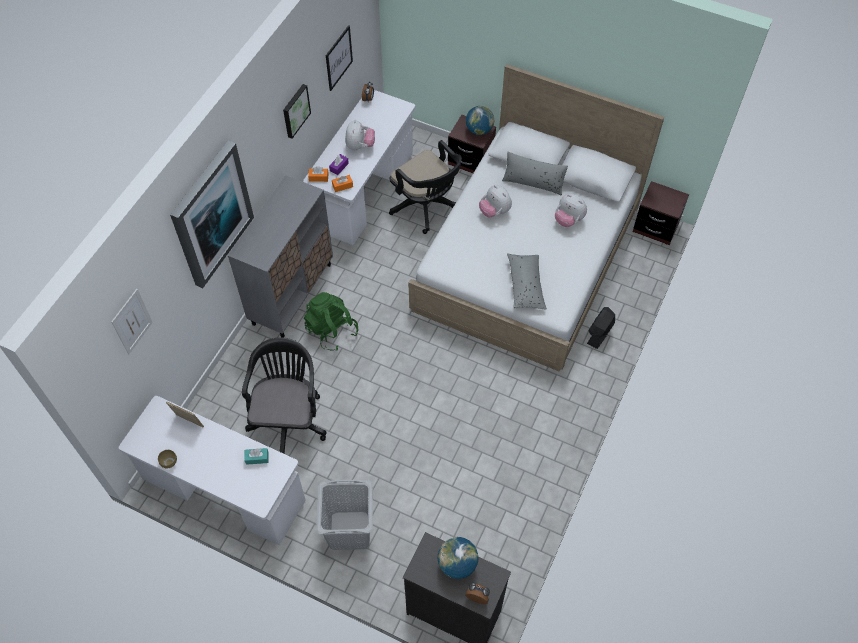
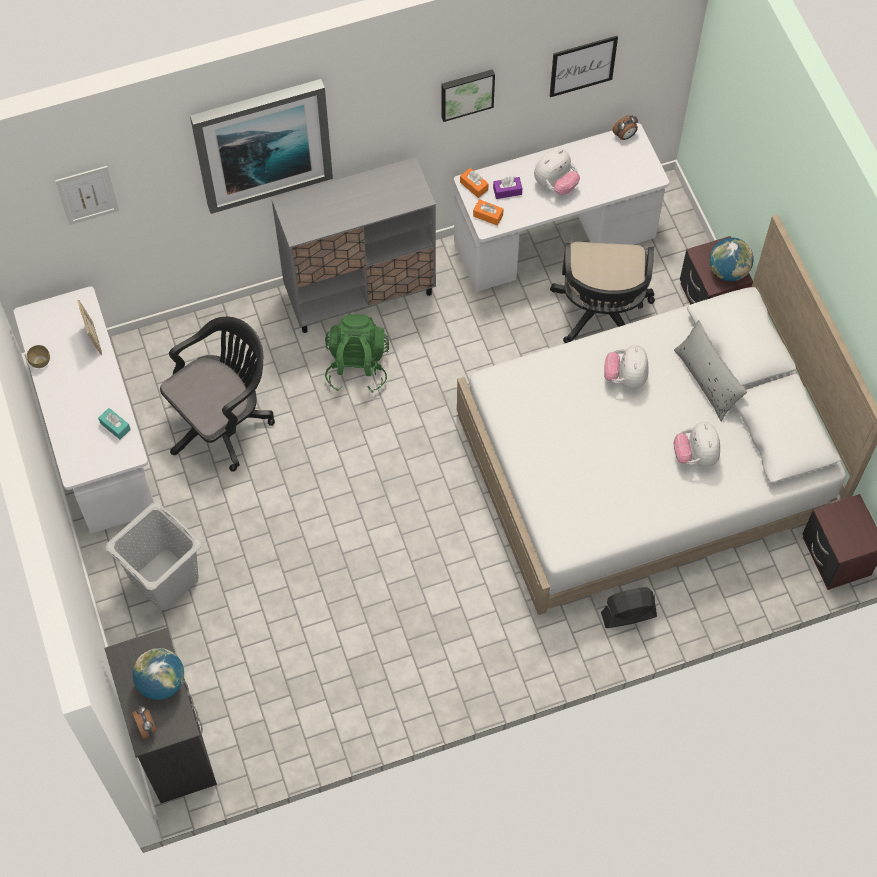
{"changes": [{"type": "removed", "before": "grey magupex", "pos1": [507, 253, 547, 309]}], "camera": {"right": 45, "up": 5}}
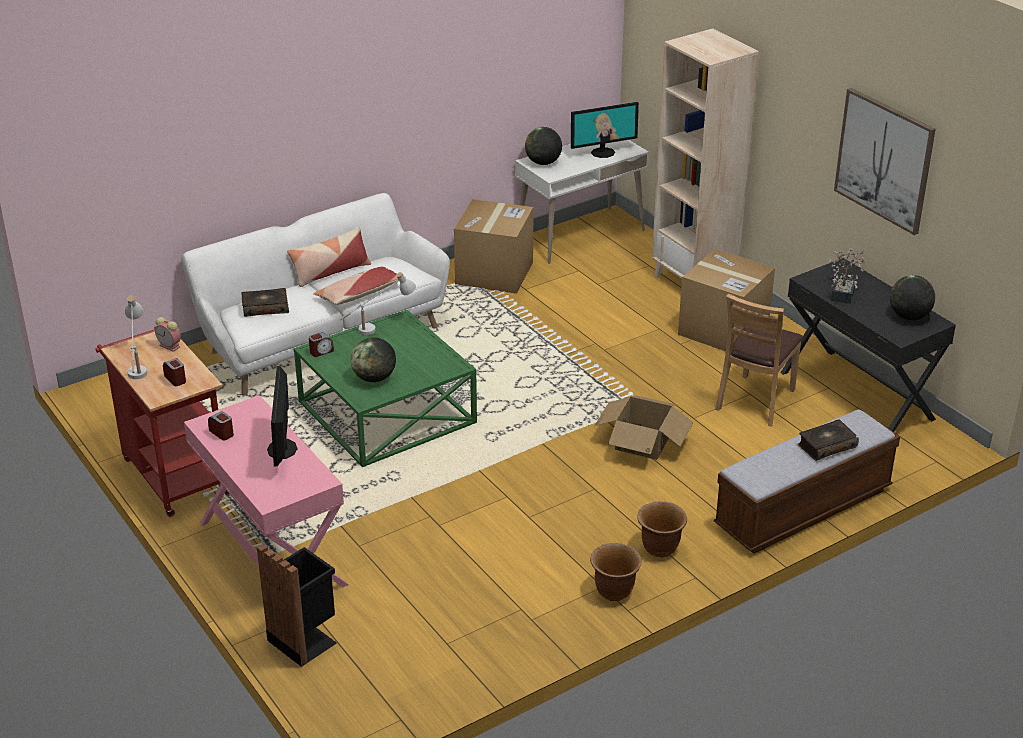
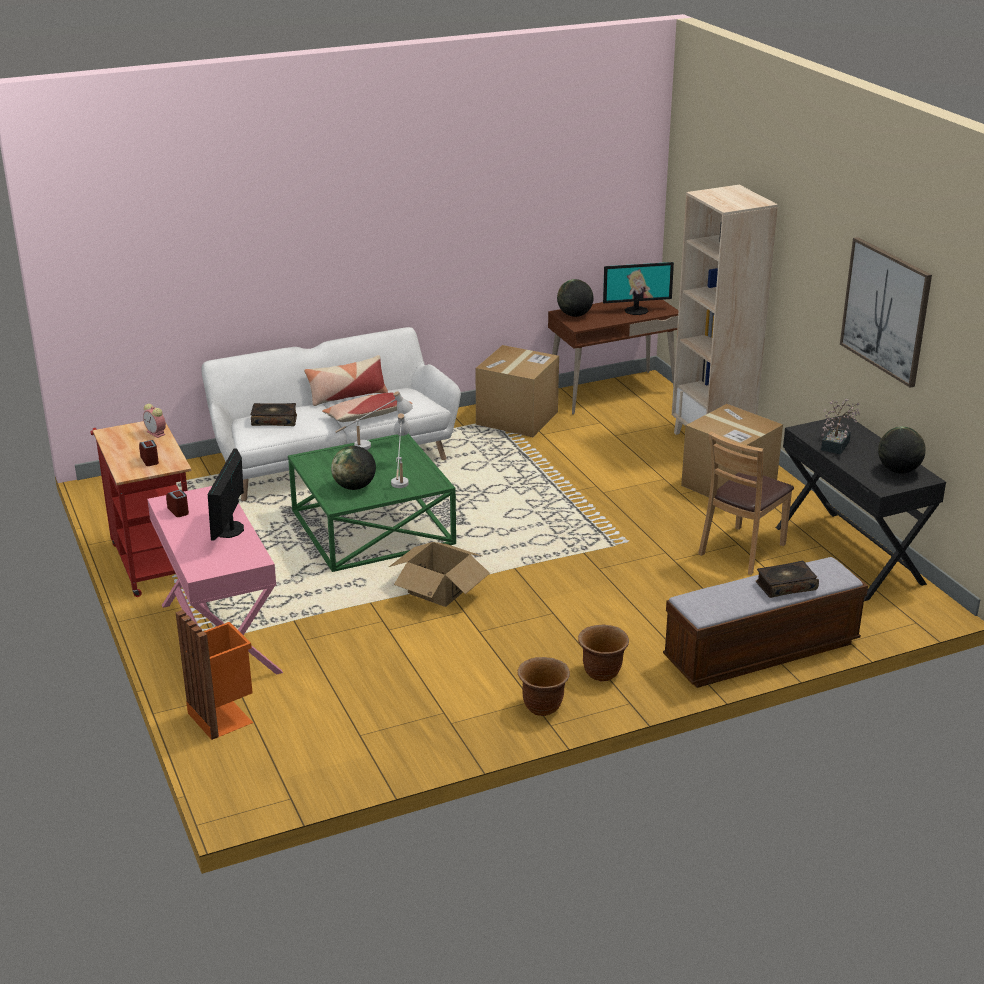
{"changes": [{"type": "recoloured", "before": "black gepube", "after": "orange gepube", "pos1": [257, 544, 337, 667], "pos2": [175, 610, 253, 740]}, {"type": "moved", "before": "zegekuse", "pos1": [594, 396, 693, 460], "pos2": [389, 542, 490, 607]}, {"type": "moved", "before": "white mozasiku", "pos1": [125, 296, 147, 379], "pos2": [391, 413, 410, 488]}, {"type": "recoloured", "before": "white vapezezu", "after": "brown vapezezu", "pos1": [515, 140, 649, 264], "pos2": [548, 300, 678, 415]}, {"type": "removed", "before": "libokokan", "pos1": [309, 333, 334, 357]}], "camera": {"right": 10, "up": -5}}
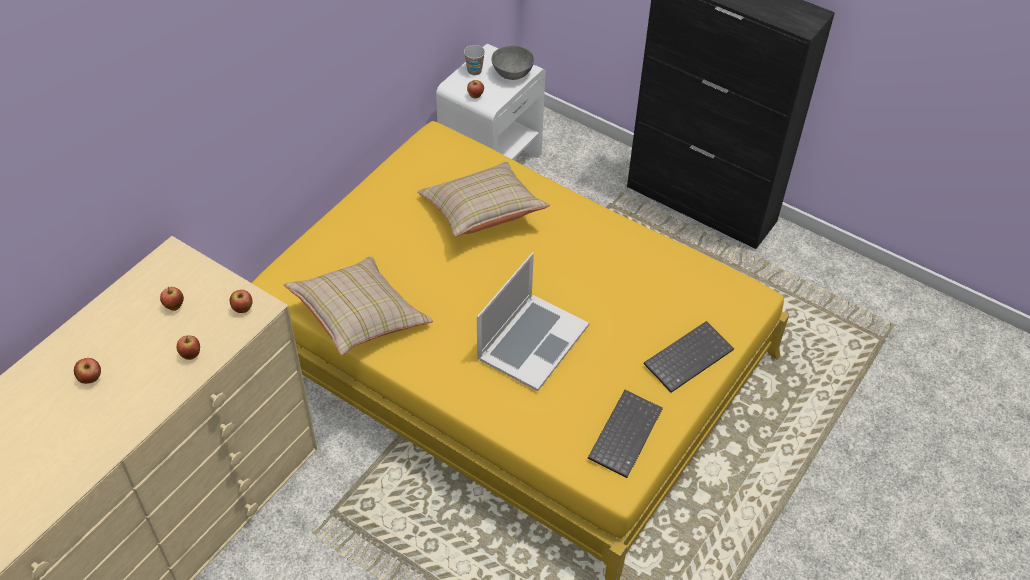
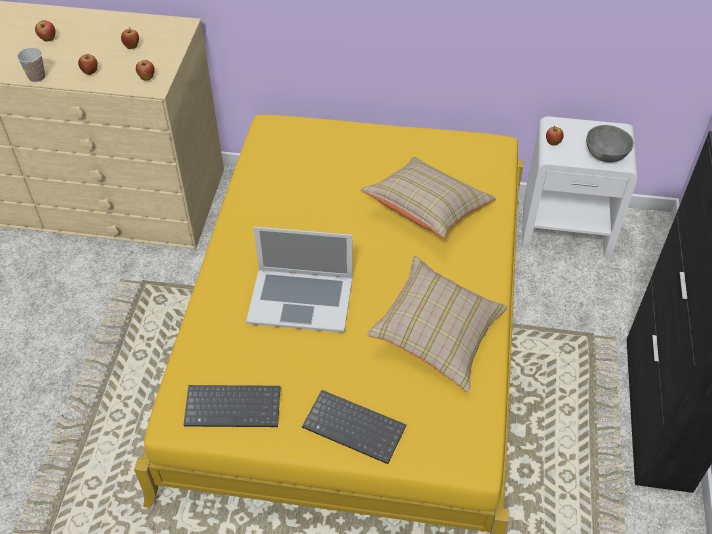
{"changes": [{"type": "moved", "before": "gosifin", "pos1": [464, 45, 485, 75], "pos2": [17, 48, 45, 82]}, {"type": "moved", "before": "beige magupex", "pos1": [284, 256, 433, 355], "pos2": [367, 256, 507, 393]}], "camera": {"right": 65, "up": 0}}
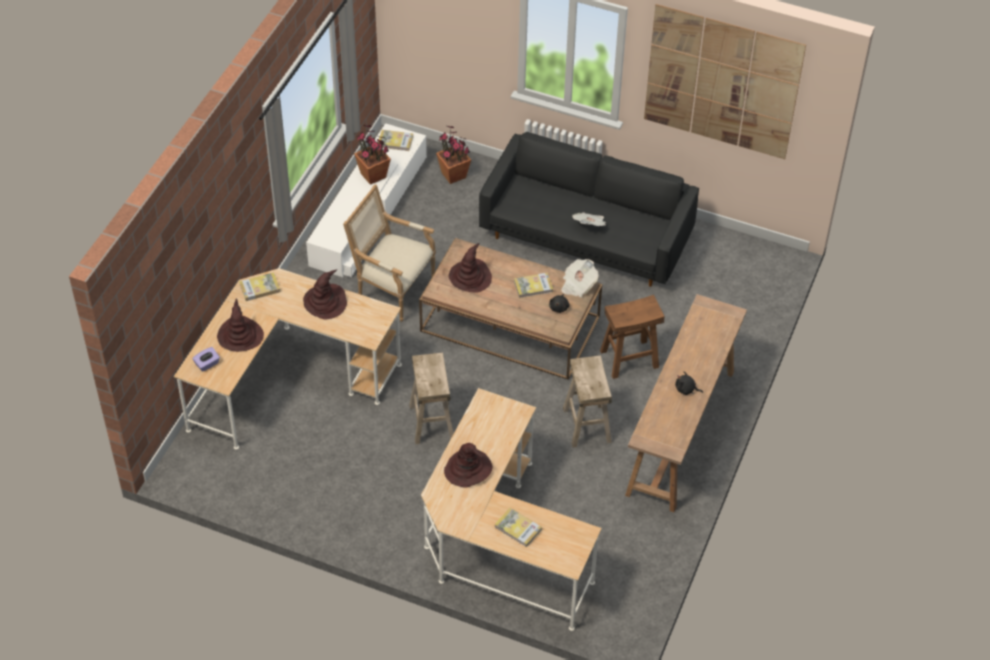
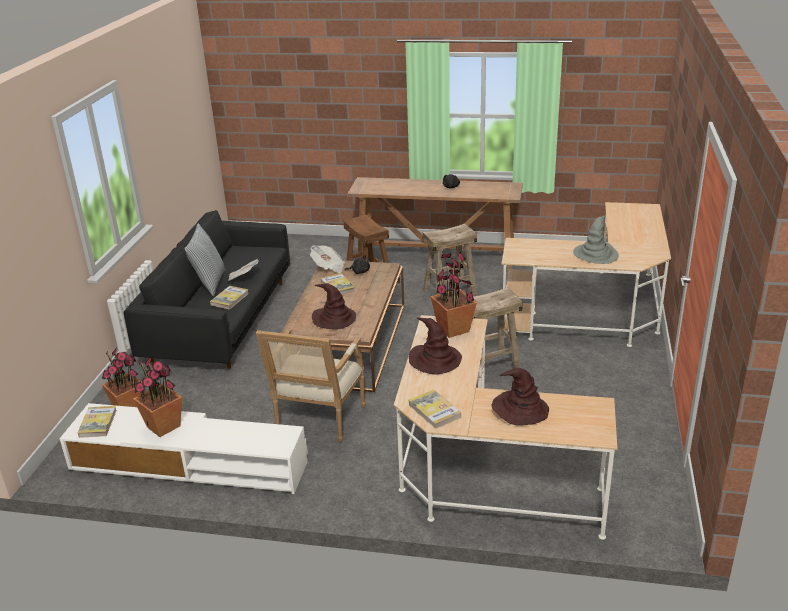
{"changes": [{"type": "added", "after": "magupex", "pos2": [184, 223, 226, 296]}, {"type": "moved", "before": "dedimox", "pos1": [494, 508, 542, 548], "pos2": [210, 286, 249, 310]}, {"type": "added", "after": "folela", "pos2": [430, 252, 477, 338]}, {"type": "recoloured", "before": "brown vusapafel", "after": "grey vusapafel", "pos1": [444, 443, 493, 487], "pos2": [573, 216, 619, 264]}, {"type": "removed", "before": "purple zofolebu", "pos1": [193, 347, 220, 372]}, {"type": "removed", "before": "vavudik", "pos1": [644, 4, 806, 159]}], "camera": {"right": -100, "up": -20}}
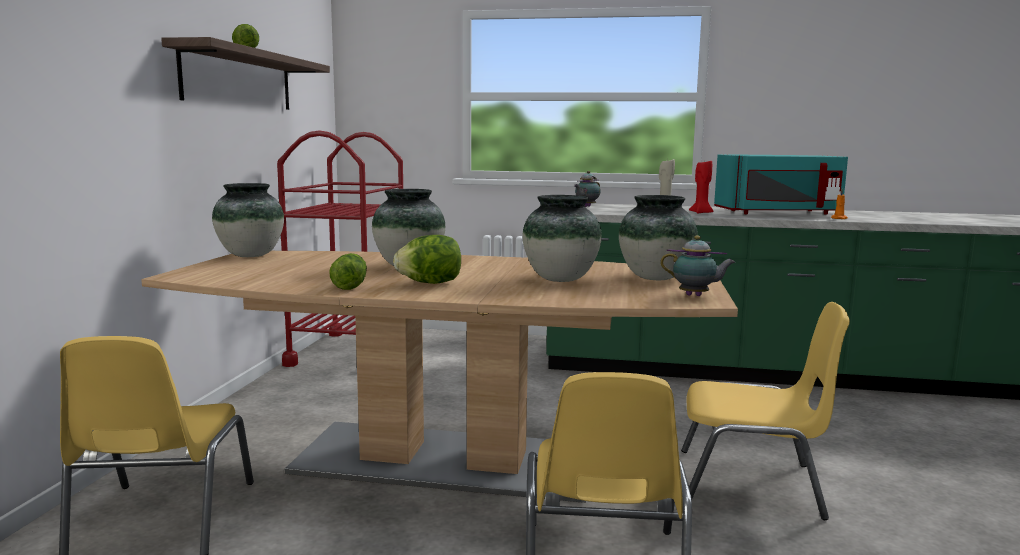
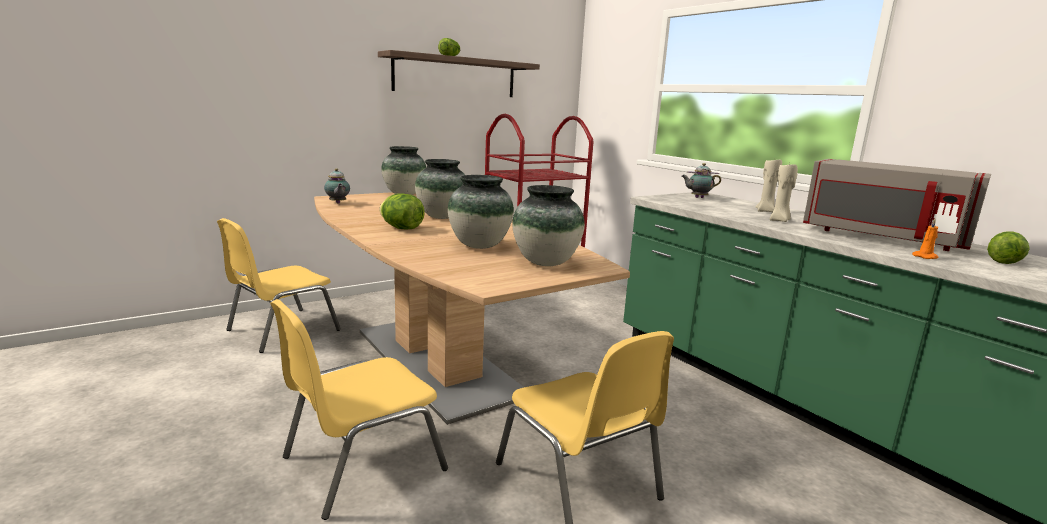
{"changes": [{"type": "moved", "before": "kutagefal", "pos1": [660, 235, 736, 296], "pos2": [324, 168, 350, 204]}, {"type": "recoloured", "before": "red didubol", "after": "beige didubol", "pos1": [689, 160, 713, 214], "pos2": [770, 163, 798, 222]}, {"type": "recoloured", "before": "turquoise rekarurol", "after": "grey rekarurol", "pos1": [714, 154, 848, 215], "pos2": [803, 159, 991, 251]}, {"type": "moved", "before": "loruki", "pos1": [329, 253, 367, 290], "pos2": [987, 231, 1030, 264]}], "camera": {"right": 45, "up": 5}}
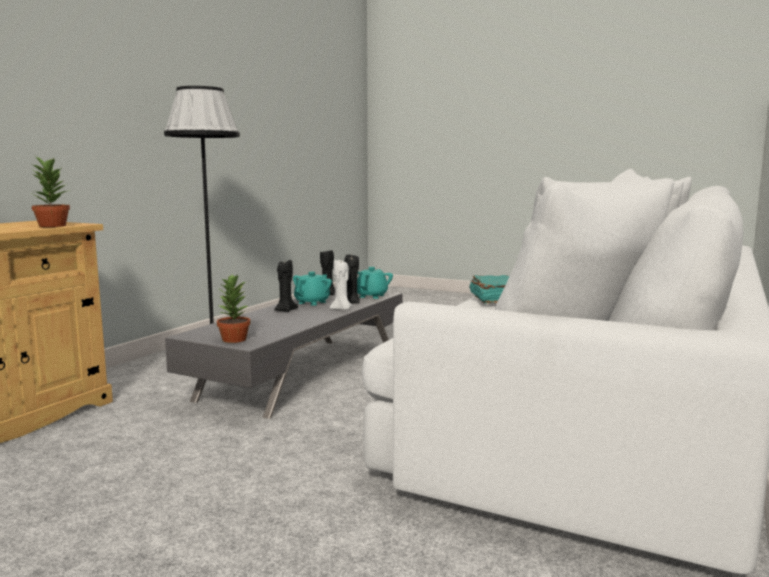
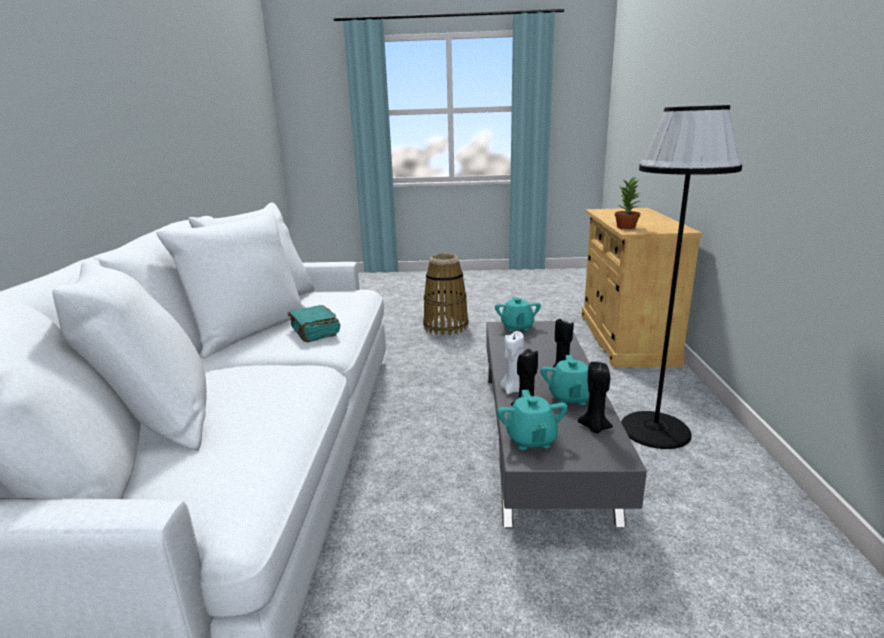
{"changes": [{"type": "added", "after": "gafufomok", "pos2": [423, 254, 469, 336]}, {"type": "replaced", "before": "folela", "after": "turquoise kutagefal", "pos1": [217, 274, 251, 343], "pos2": [495, 297, 541, 332]}], "camera": {"right": 155, "up": 10}}
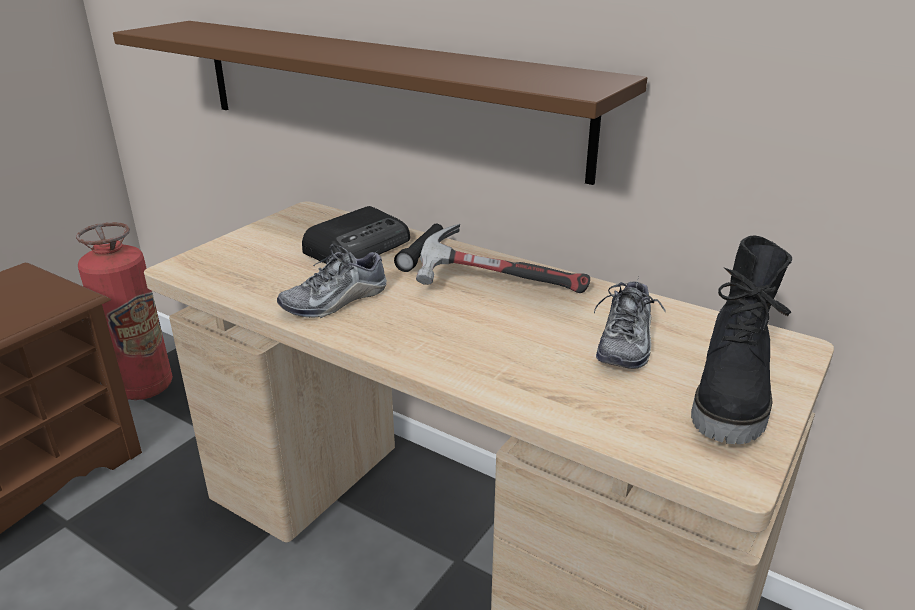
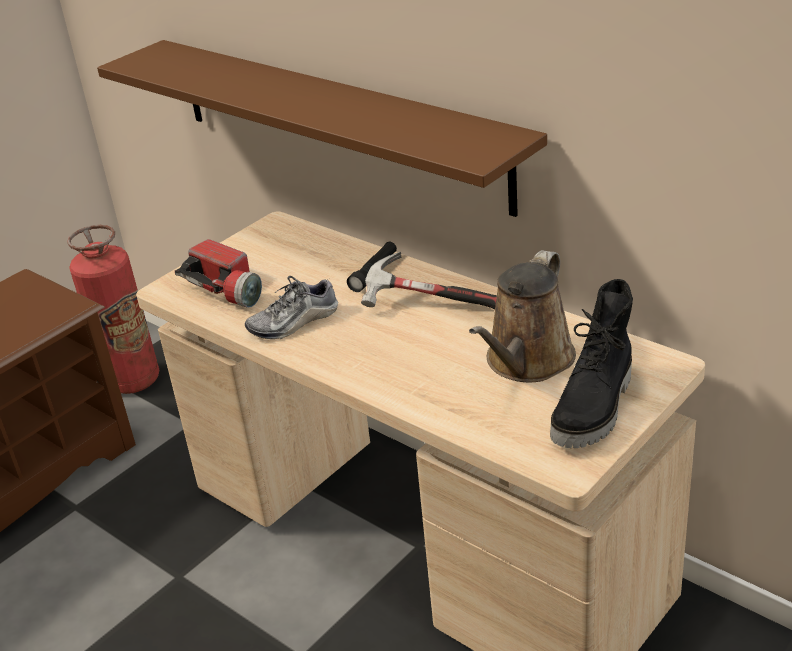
{"changes": [{"type": "added", "after": "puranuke", "pos2": [175, 239, 262, 308]}, {"type": "replaced", "before": "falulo", "after": "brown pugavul", "pos1": [594, 277, 666, 369], "pos2": [469, 250, 576, 382]}, {"type": "removed", "before": "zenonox", "pos1": [302, 206, 410, 264]}], "camera": {"right": 10, "up": 5}}
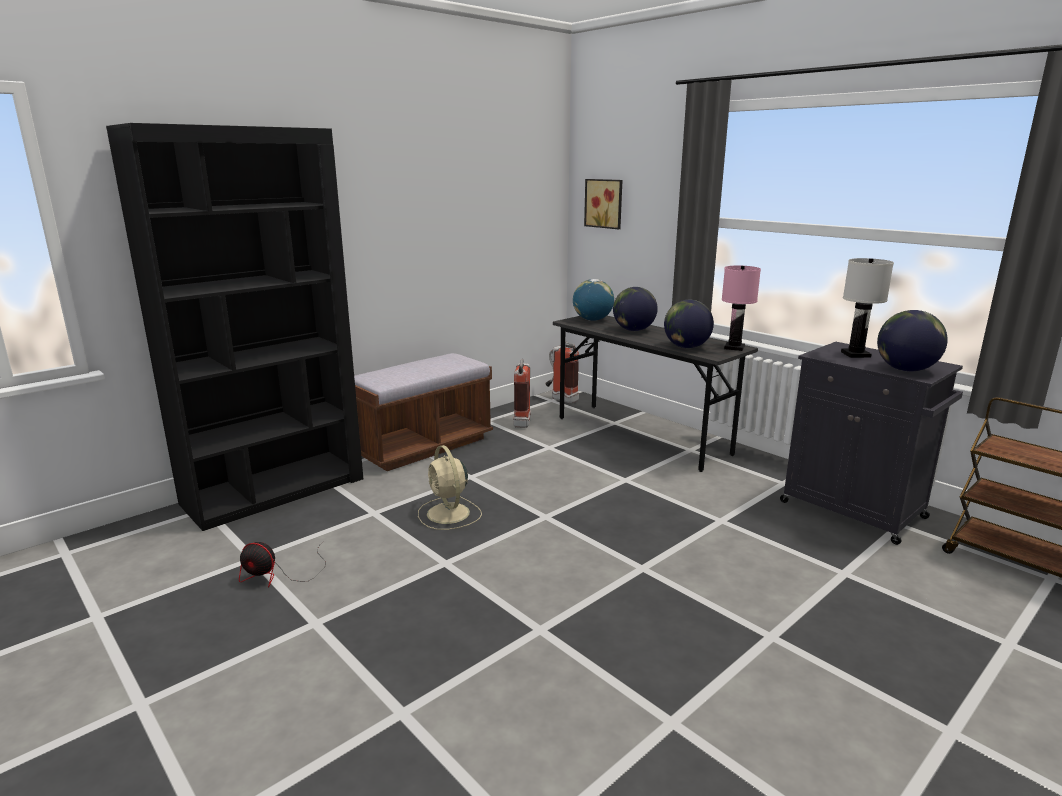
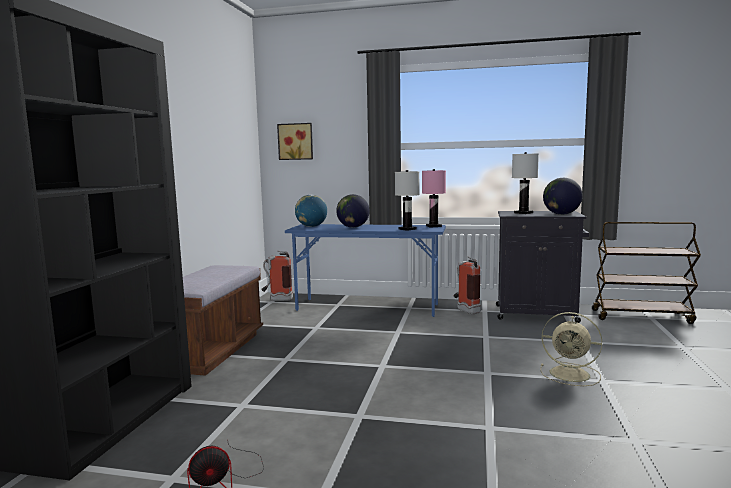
{"changes": [{"type": "recoloured", "before": "grey vapezezu", "after": "blue vapezezu", "pos1": [553, 316, 758, 472], "pos2": [285, 224, 446, 317]}, {"type": "replaced", "before": "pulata", "after": "white mozasiku", "pos1": [664, 300, 714, 348], "pos2": [395, 170, 420, 231]}, {"type": "moved", "before": "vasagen", "pos1": [513, 359, 531, 428], "pos2": [454, 256, 481, 314]}, {"type": "moved", "before": "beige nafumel", "pos1": [418, 445, 482, 530], "pos2": [540, 312, 602, 386]}], "camera": {"right": -35, "up": -10}}
